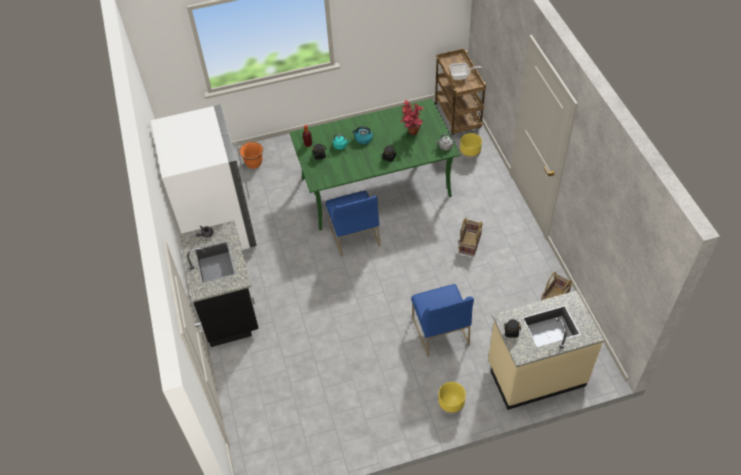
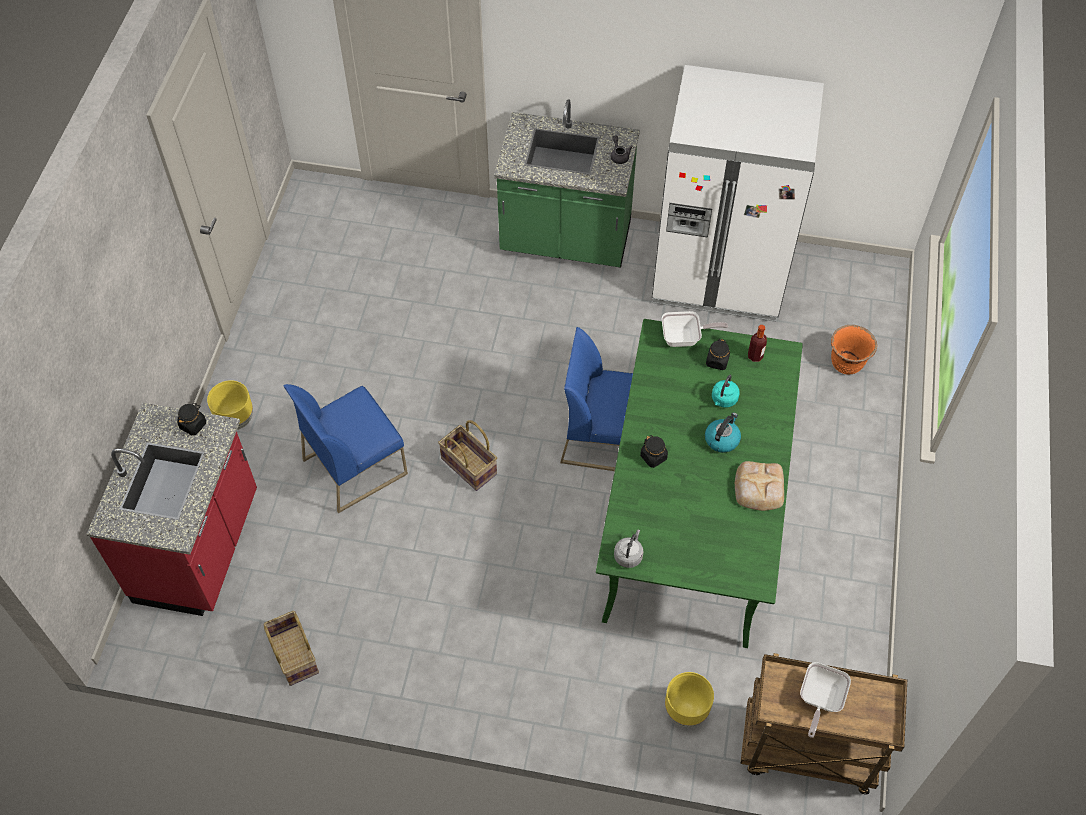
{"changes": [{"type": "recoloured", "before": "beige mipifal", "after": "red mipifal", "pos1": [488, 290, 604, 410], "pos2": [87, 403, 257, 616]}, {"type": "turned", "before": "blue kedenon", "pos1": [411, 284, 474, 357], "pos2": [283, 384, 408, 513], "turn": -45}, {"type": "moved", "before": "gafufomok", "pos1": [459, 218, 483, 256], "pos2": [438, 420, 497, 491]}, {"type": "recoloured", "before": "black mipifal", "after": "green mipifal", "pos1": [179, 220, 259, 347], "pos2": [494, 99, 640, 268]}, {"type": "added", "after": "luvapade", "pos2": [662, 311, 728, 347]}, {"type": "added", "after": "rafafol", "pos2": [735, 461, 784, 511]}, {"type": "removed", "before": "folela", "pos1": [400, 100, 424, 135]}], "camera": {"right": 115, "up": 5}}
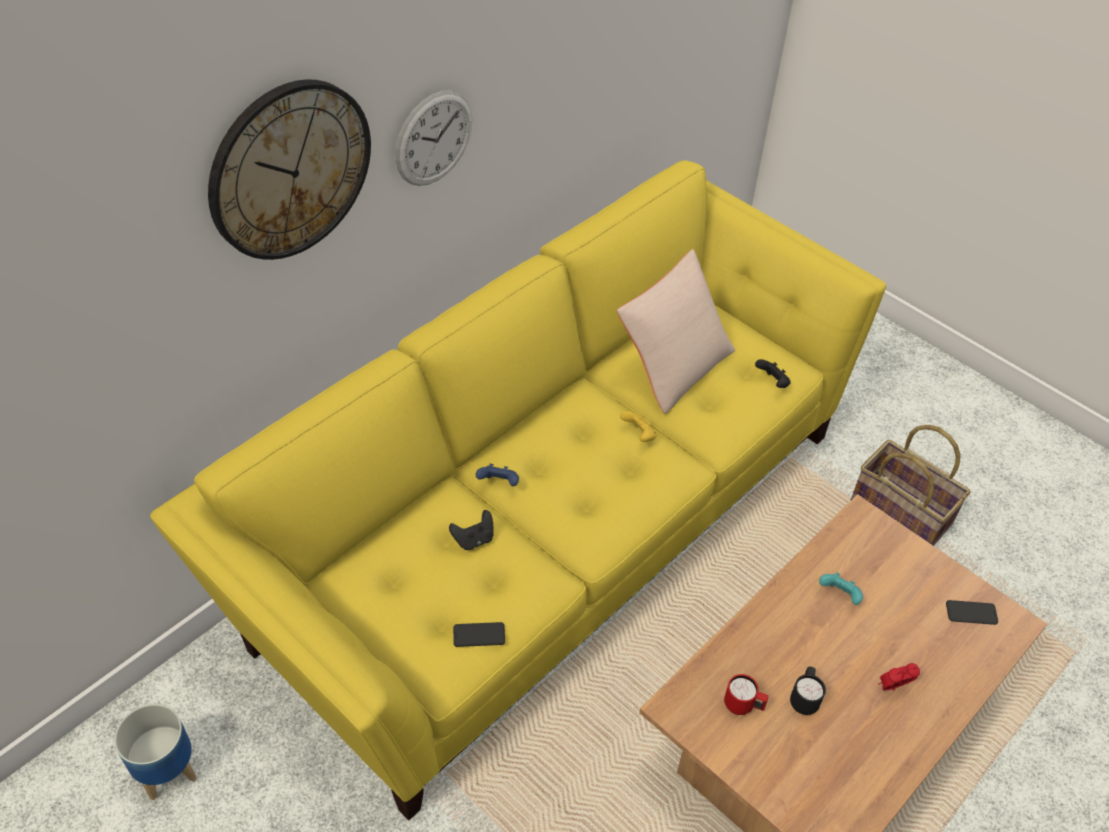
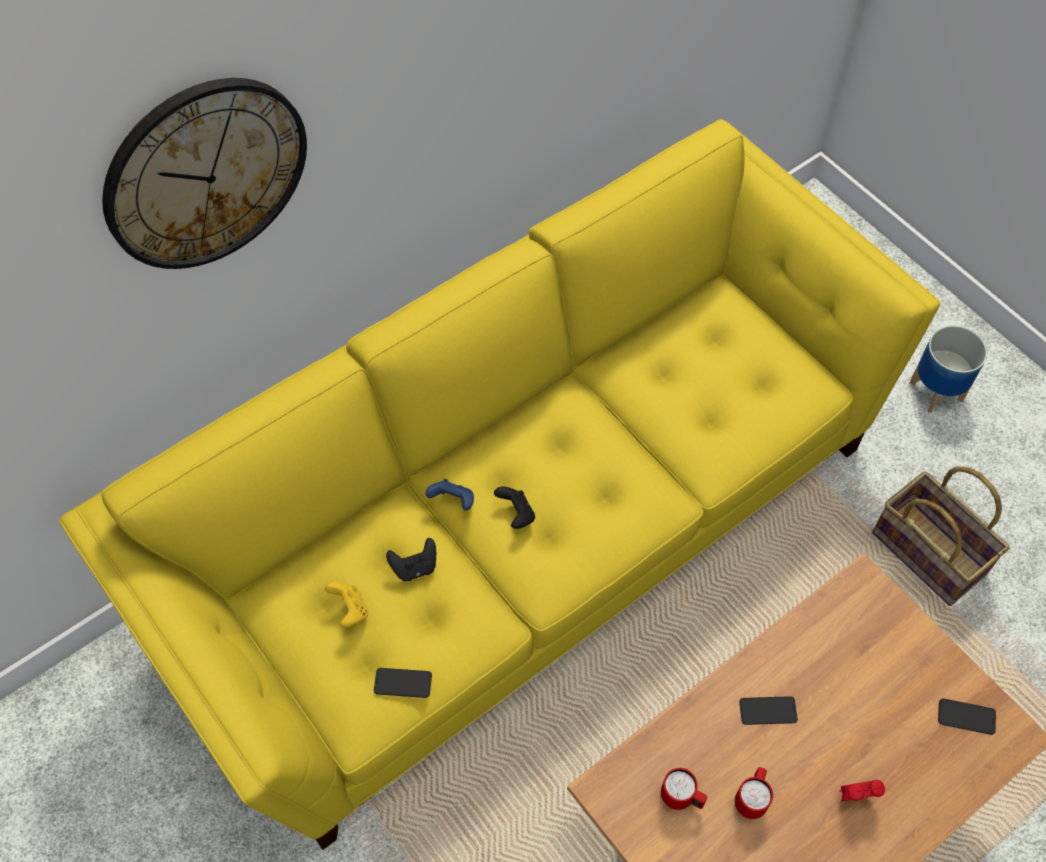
{"changes": [{"type": "moved", "before": "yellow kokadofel", "pos1": [620, 411, 657, 442], "pos2": [325, 582, 368, 628]}, {"type": "moved", "before": "black kokadofel", "pos1": [755, 359, 791, 388], "pos2": [494, 487, 535, 529]}, {"type": "recoloured", "before": "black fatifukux", "after": "red fatifukux", "pos1": [790, 666, 826, 715], "pos2": [735, 767, 773, 819]}, {"type": "added", "after": "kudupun", "pos2": [739, 696, 798, 725]}, {"type": "moved", "before": "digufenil", "pos1": [114, 704, 197, 800], "pos2": [910, 325, 987, 413]}, {"type": "removed", "before": "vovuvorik", "pos1": [395, 90, 472, 186]}, {"type": "removed", "before": "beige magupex", "pos1": [617, 249, 735, 414]}, {"type": "removed", "before": "turquoise kokadofel", "pos1": [819, 572, 863, 605]}], "camera": {"right": 10, "up": 10}}
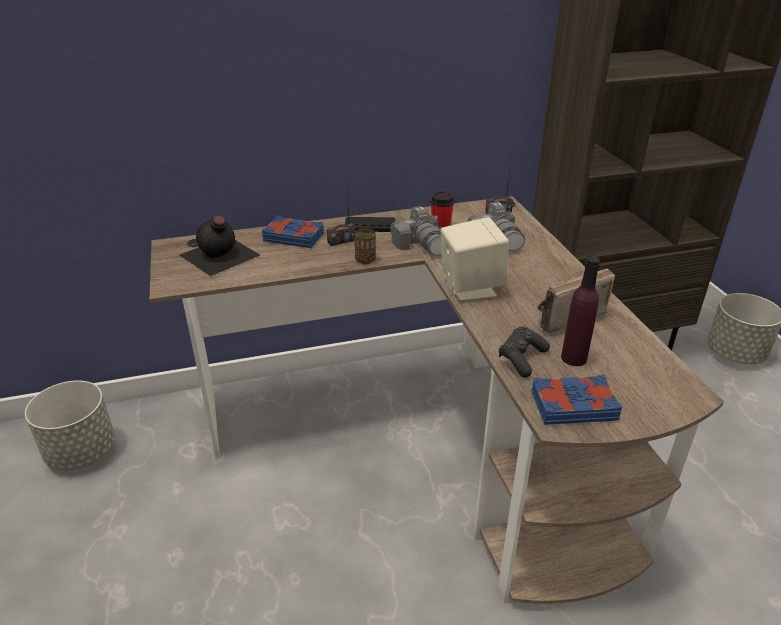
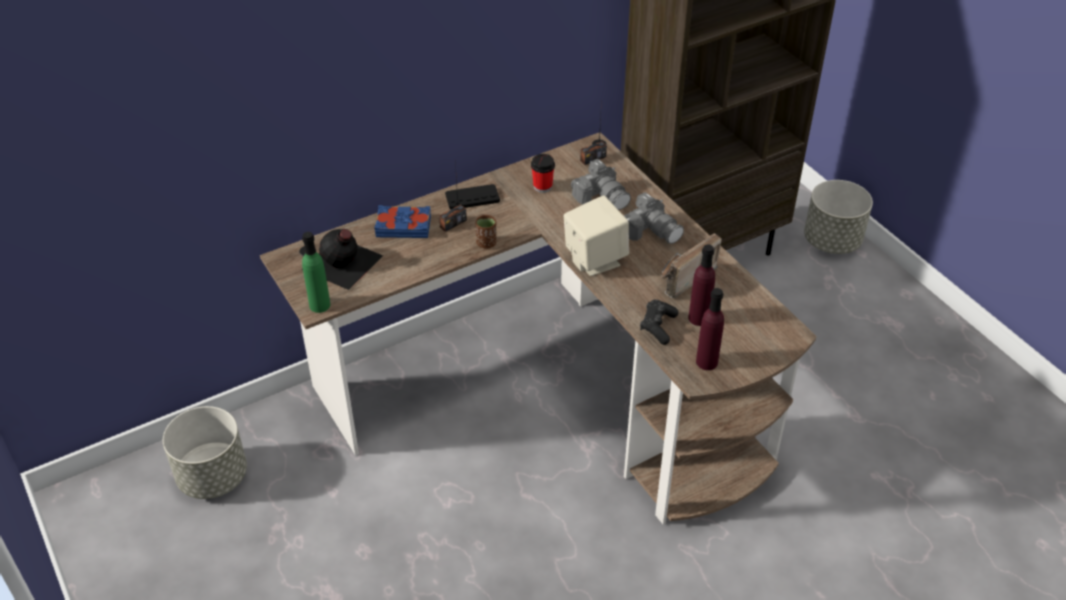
{"changes": [{"type": "added", "after": "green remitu", "pos2": [302, 232, 330, 313]}, {"type": "moved", "before": "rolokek", "pos1": [390, 206, 441, 256], "pos2": [624, 192, 684, 244]}, {"type": "replaced", "before": "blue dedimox", "after": "purple remitu", "pos1": [532, 375, 622, 425], "pos2": [696, 288, 724, 370]}], "camera": {"right": -15, "up": 10}}
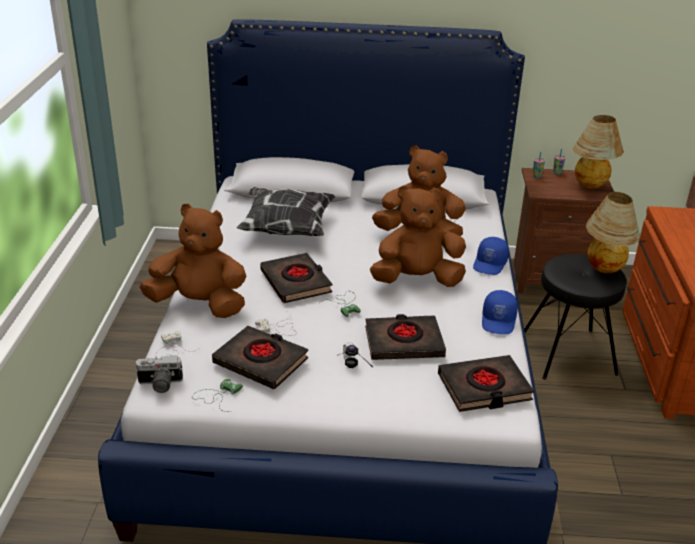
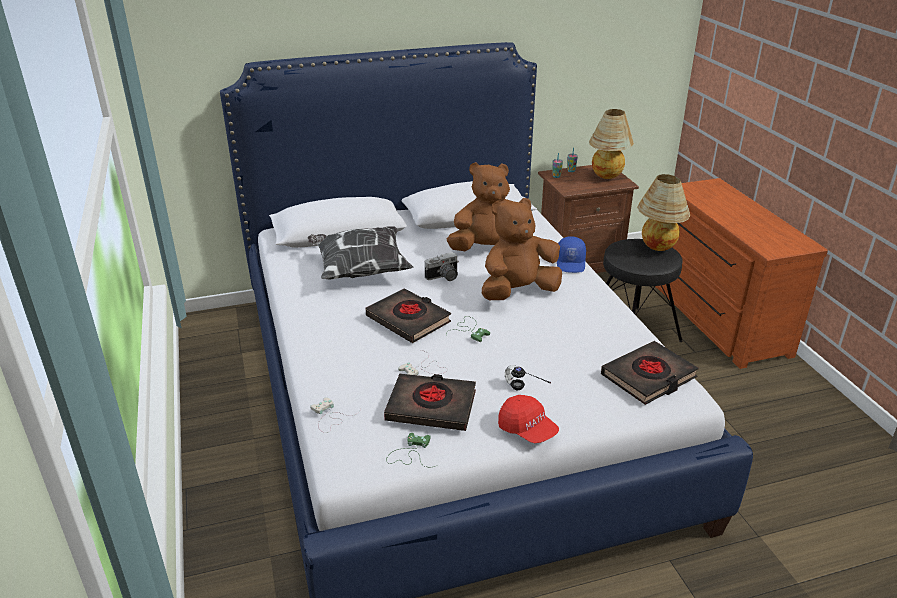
{"changes": [{"type": "moved", "before": "rolokek", "pos1": [135, 356, 183, 393], "pos2": [425, 252, 458, 281]}, {"type": "added", "after": "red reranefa", "pos2": [498, 395, 559, 443]}, {"type": "removed", "before": "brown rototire", "pos1": [139, 203, 246, 318]}, {"type": "removed", "before": "black dedimox", "pos1": [365, 314, 446, 360]}, {"type": "removed", "before": "blue reranefa", "pos1": [482, 290, 518, 334]}], "camera": {"right": -20, "up": 0}}
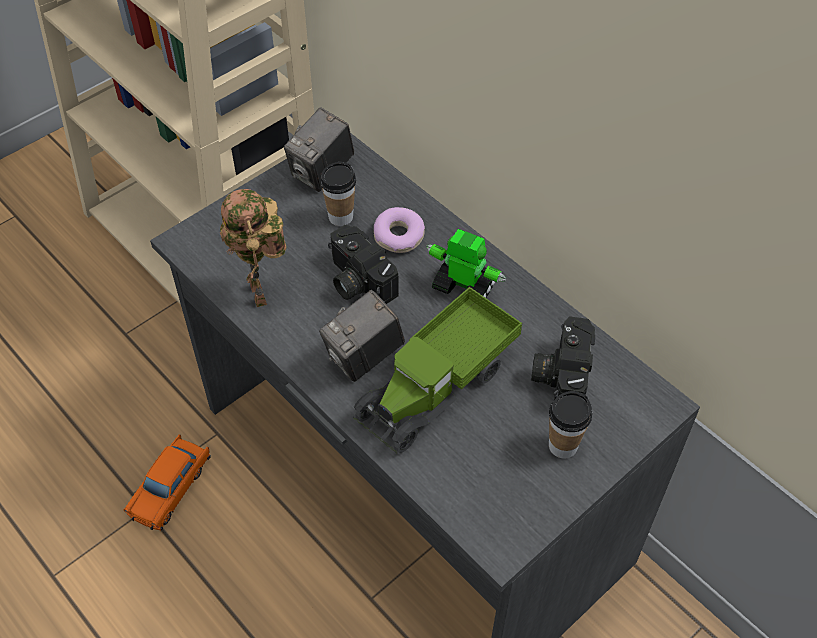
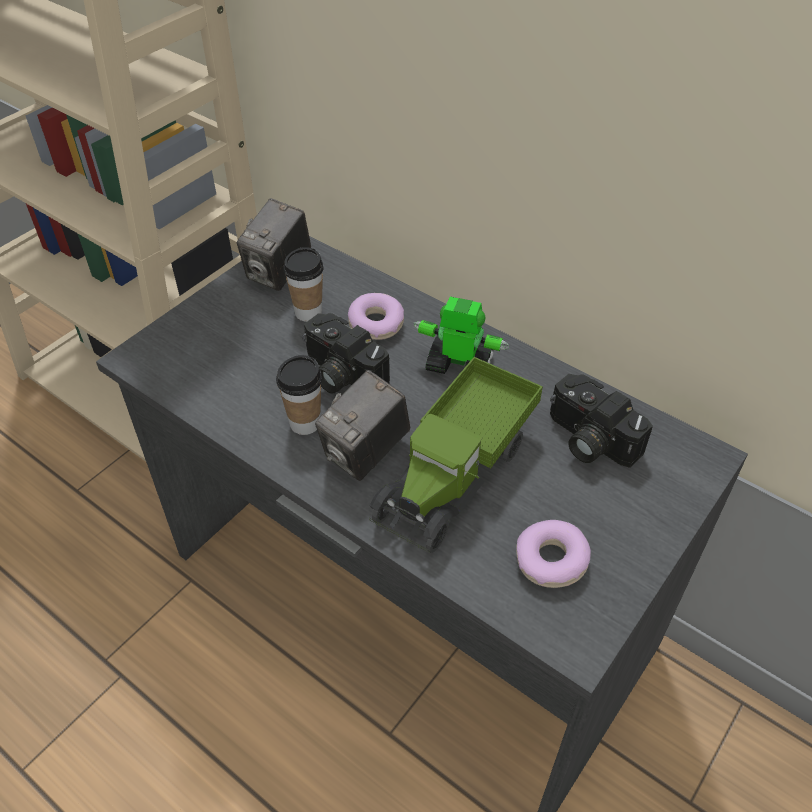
{"changes": [{"type": "moved", "before": "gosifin", "pos1": [549, 391, 592, 459], "pos2": [276, 355, 322, 435]}, {"type": "added", "after": "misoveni", "pos2": [516, 520, 591, 588]}, {"type": "turned", "before": "rolokek", "pos1": [531, 316, 595, 400], "pos2": [550, 374, 653, 468], "turn": -45}, {"type": "removed", "before": "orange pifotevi", "pos1": [124, 434, 211, 530]}, {"type": "removed", "before": "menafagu", "pos1": [220, 189, 287, 307]}], "camera": {"right": -10, "up": -5}}
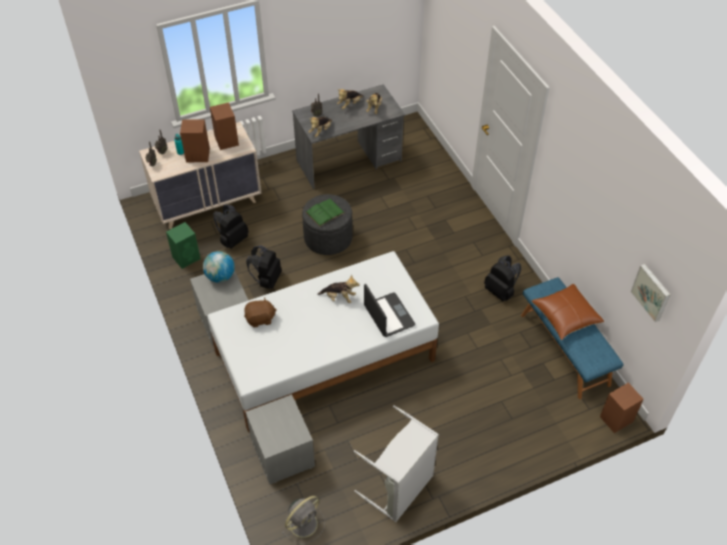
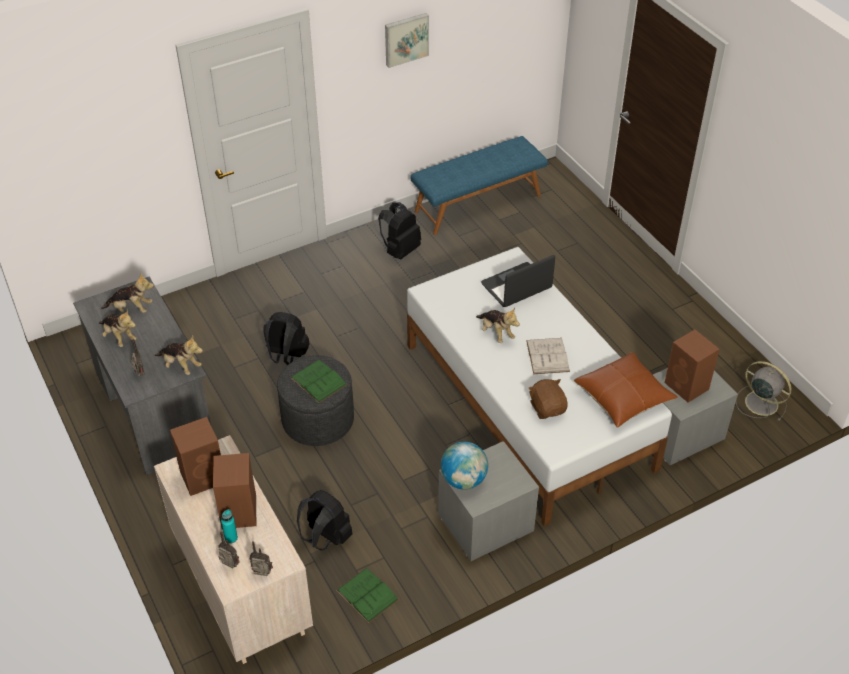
{"changes": [{"type": "moved", "before": "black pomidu", "pos1": [246, 246, 282, 289], "pos2": [263, 312, 310, 365]}, {"type": "replaced", "before": "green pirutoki", "after": "green dedimox", "pos1": [166, 222, 201, 269], "pos2": [336, 568, 399, 623]}, {"type": "moved", "before": "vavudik", "pos1": [631, 264, 671, 322], "pos2": [385, 13, 429, 68]}, {"type": "turned", "before": "rototire", "pos1": [317, 275, 360, 303], "pos2": [476, 308, 520, 343], "turn": 135}, {"type": "added", "after": "white dedimox", "pos2": [526, 338, 570, 374]}, {"type": "moved", "before": "brown magupex", "pos1": [532, 284, 604, 340], "pos2": [574, 352, 678, 428]}, {"type": "moved", "before": "brown pirutoki", "pos1": [600, 383, 644, 433], "pos2": [664, 330, 720, 403]}, {"type": "removed", "before": "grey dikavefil", "pos1": [354, 405, 439, 522]}], "camera": {"right": -95, "up": -5}}
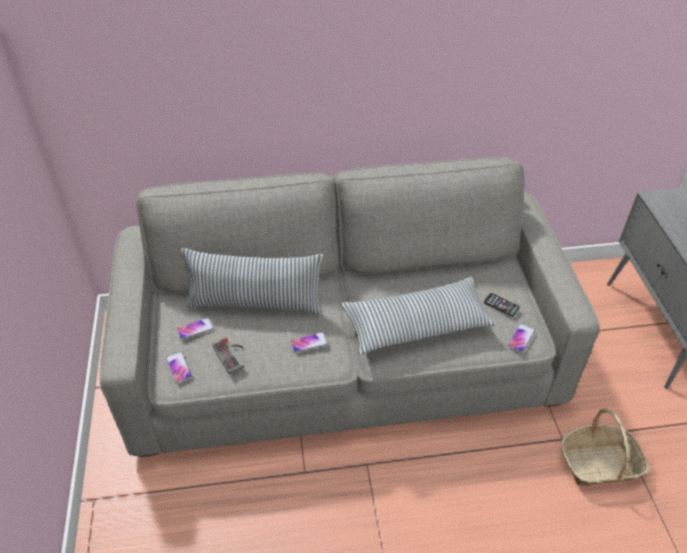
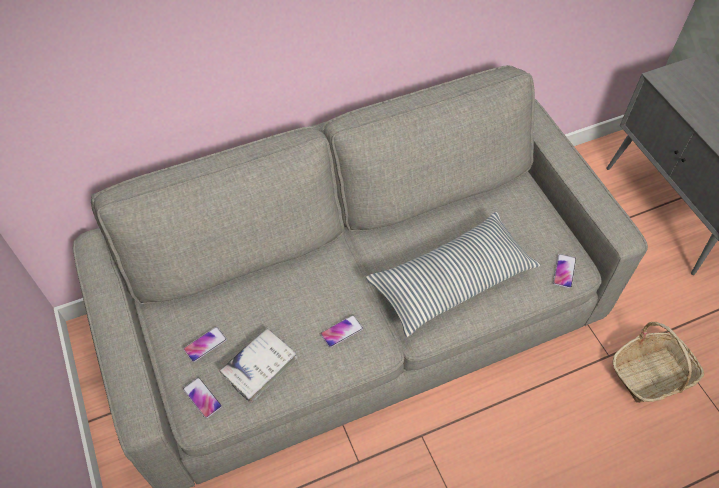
{"changes": [{"type": "replaced", "before": "kokadofel", "after": "white dedimox", "pos1": [212, 338, 244, 374], "pos2": [220, 328, 298, 403]}, {"type": "removed", "before": "magupex", "pos1": [181, 248, 323, 315]}, {"type": "removed", "before": "kudupun", "pos1": [484, 293, 520, 317]}], "camera": {"right": -15, "up": 10}}
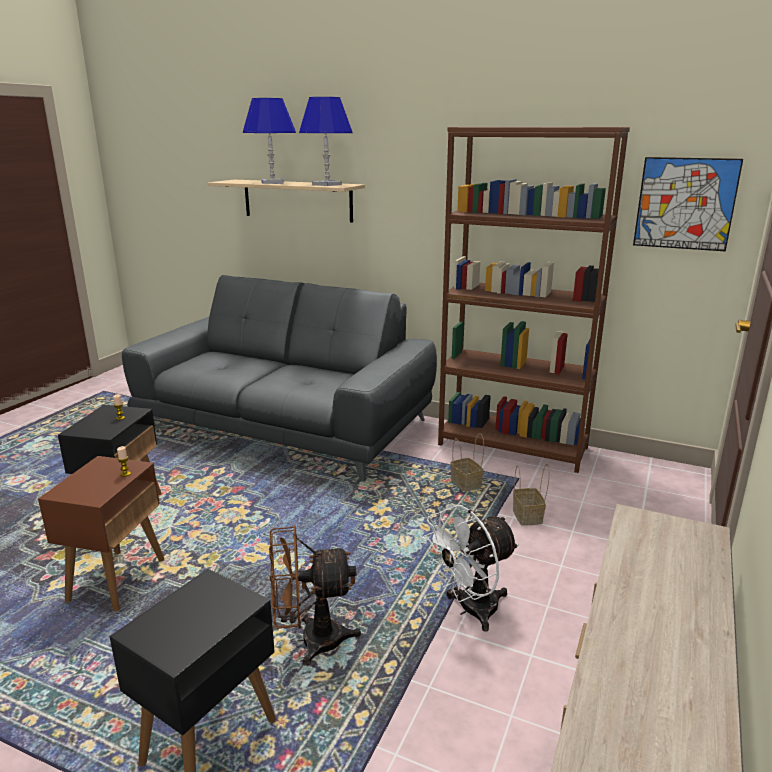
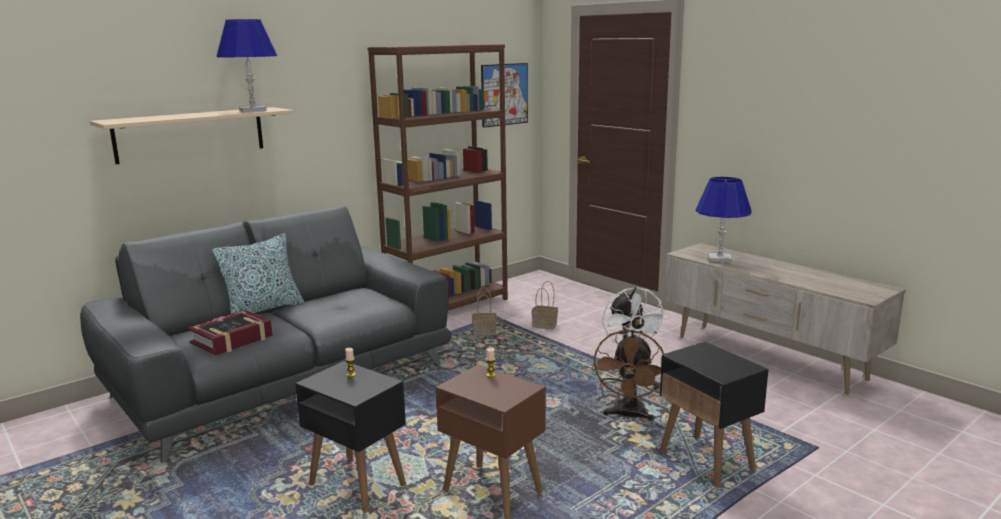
{"changes": [{"type": "added", "after": "dedimox", "pos2": [187, 310, 273, 356]}, {"type": "added", "after": "magupex", "pos2": [212, 233, 304, 314]}, {"type": "moved", "before": "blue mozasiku", "pos1": [243, 98, 296, 184], "pos2": [695, 177, 752, 263]}], "camera": {"right": -65, "up": -5}}
